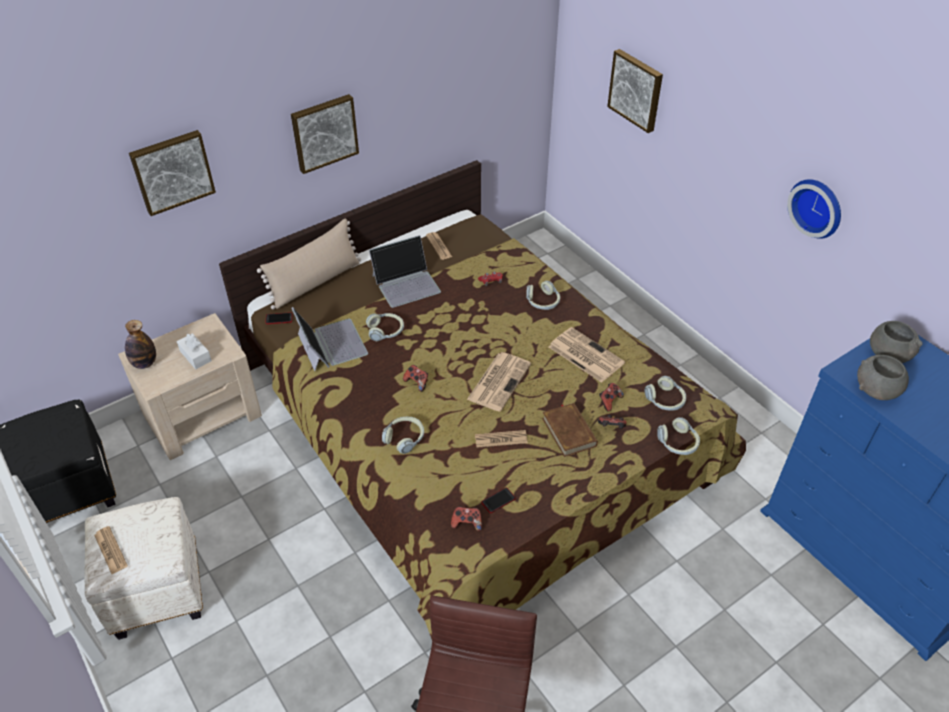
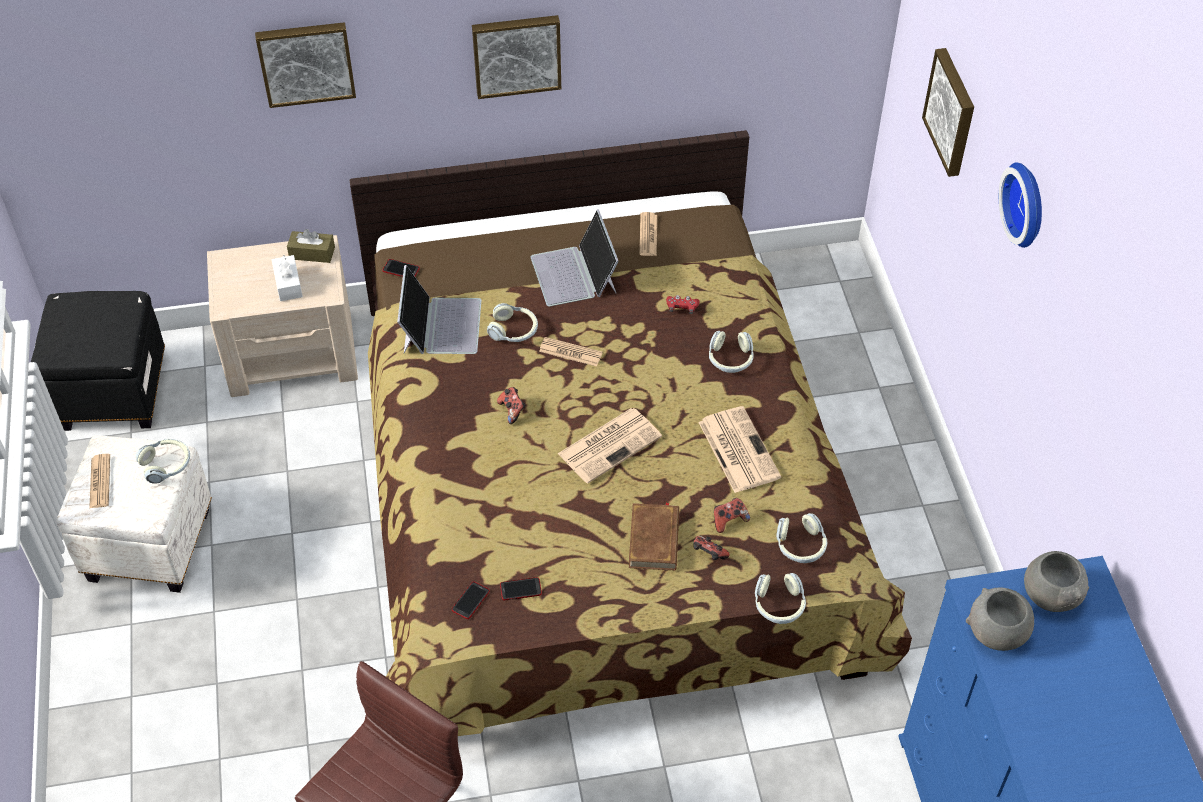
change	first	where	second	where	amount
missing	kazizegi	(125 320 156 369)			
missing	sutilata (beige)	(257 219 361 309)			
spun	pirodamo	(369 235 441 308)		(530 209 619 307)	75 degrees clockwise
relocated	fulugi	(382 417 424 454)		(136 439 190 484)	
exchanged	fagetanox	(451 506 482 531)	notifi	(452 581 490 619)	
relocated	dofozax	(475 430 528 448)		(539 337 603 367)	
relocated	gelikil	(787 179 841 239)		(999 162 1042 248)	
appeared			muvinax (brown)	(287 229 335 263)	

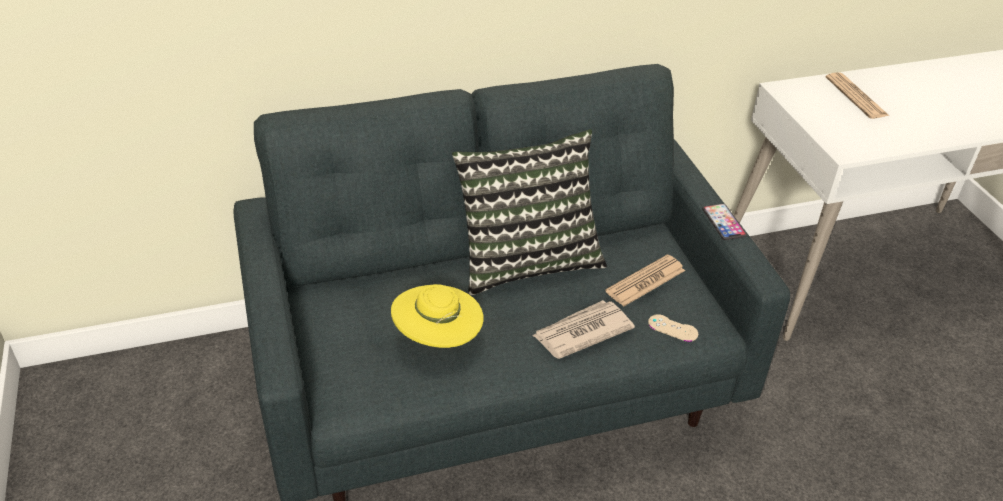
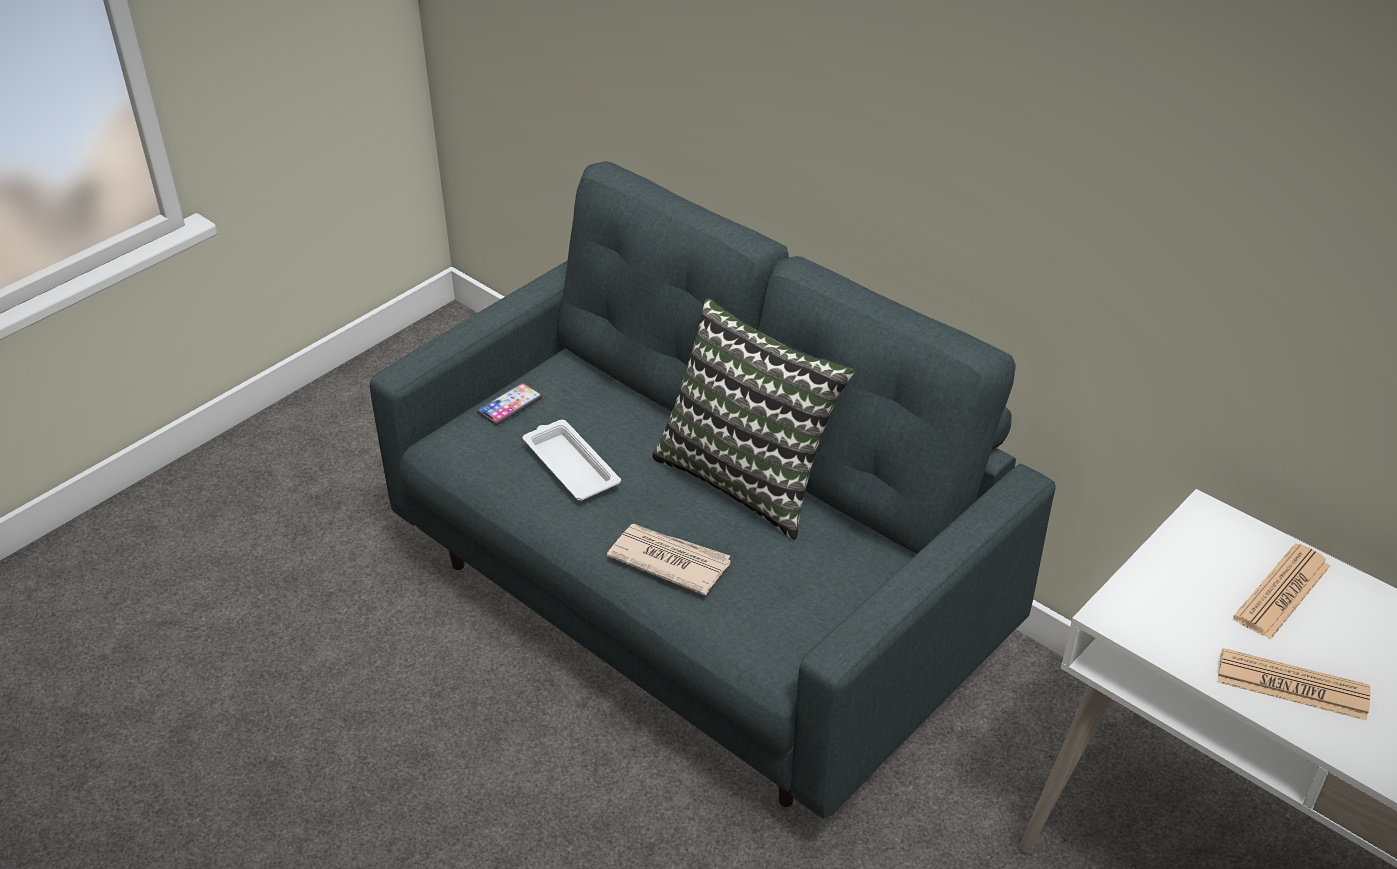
change	first	where	second	where	amount
exchanged	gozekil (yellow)	(391 284 484 348)	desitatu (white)	(523 420 621 501)	
relocated	dofozax	(605 254 685 307)		(1217 648 1371 721)	
missing	fagetanox (beige)	(648 314 698 342)			
relocated	notifi	(702 204 747 240)		(477 383 542 425)	

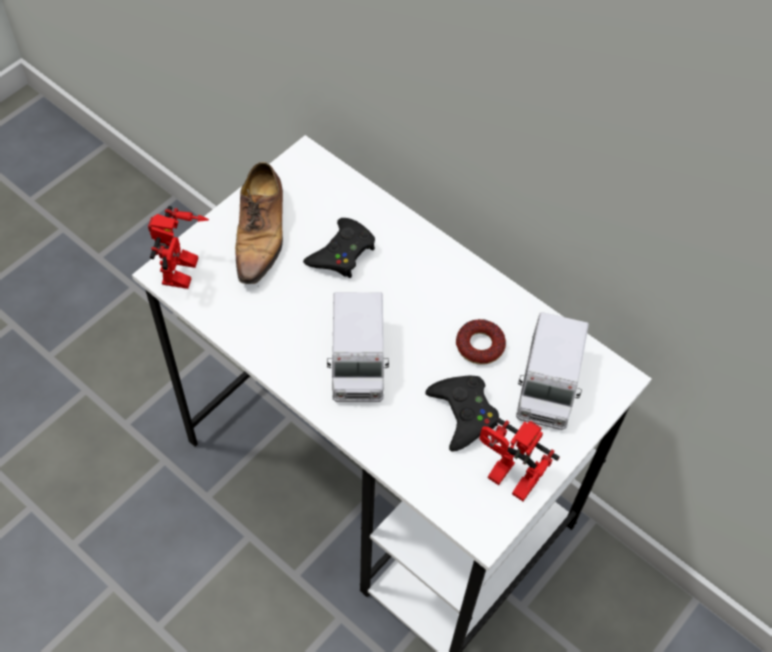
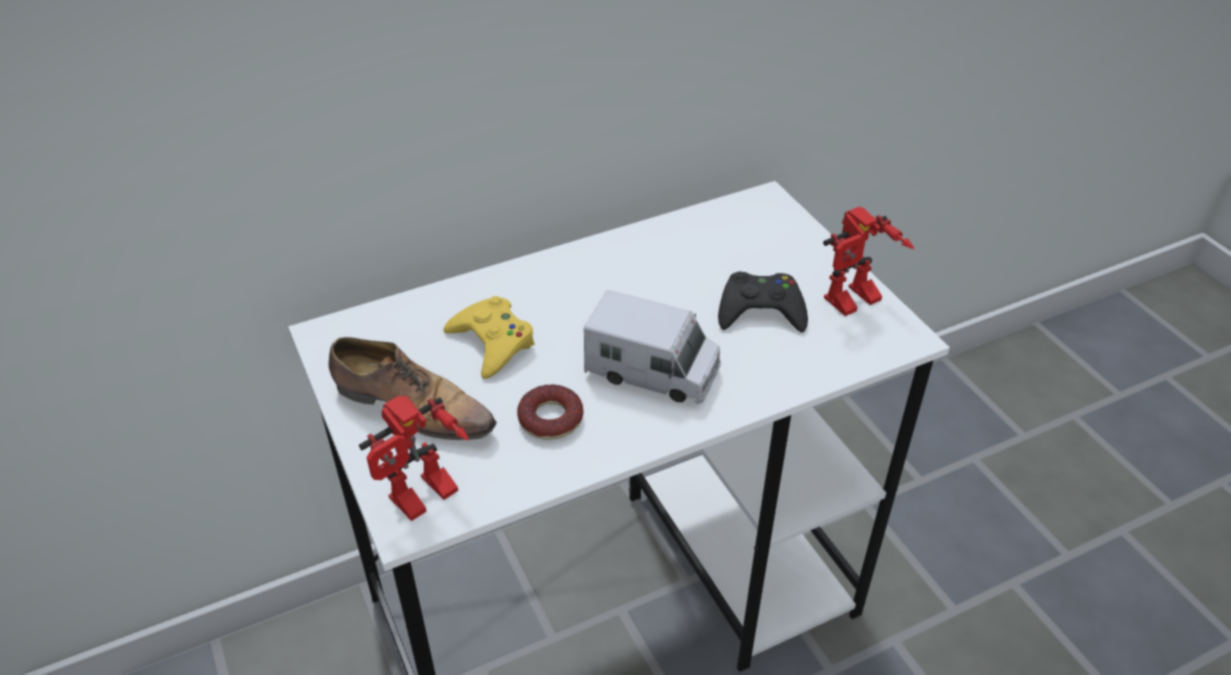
change	first	where	second	where	amount
spun	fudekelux	(148 206 209 289)		(359 395 469 521)	105 degrees clockwise
colour	fagetanox (black)	(303 218 375 278)	fagetanox (yellow)	(443 296 535 379)	
relocated	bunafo	(456 319 506 365)		(517 385 584 440)	
missing	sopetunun	(516 312 589 430)			

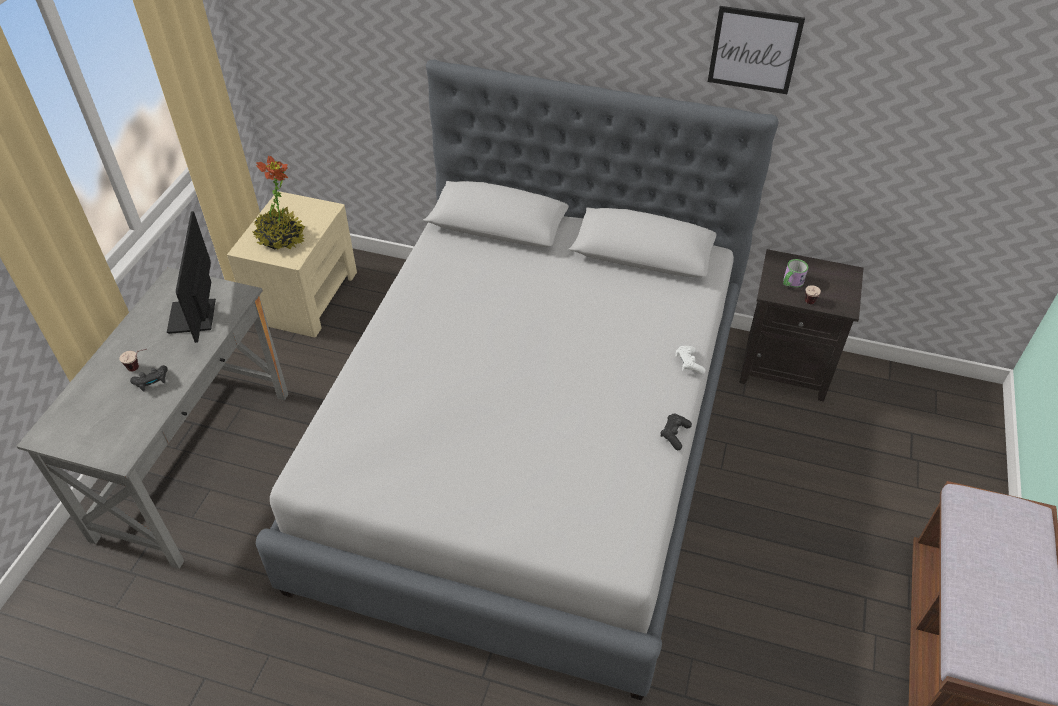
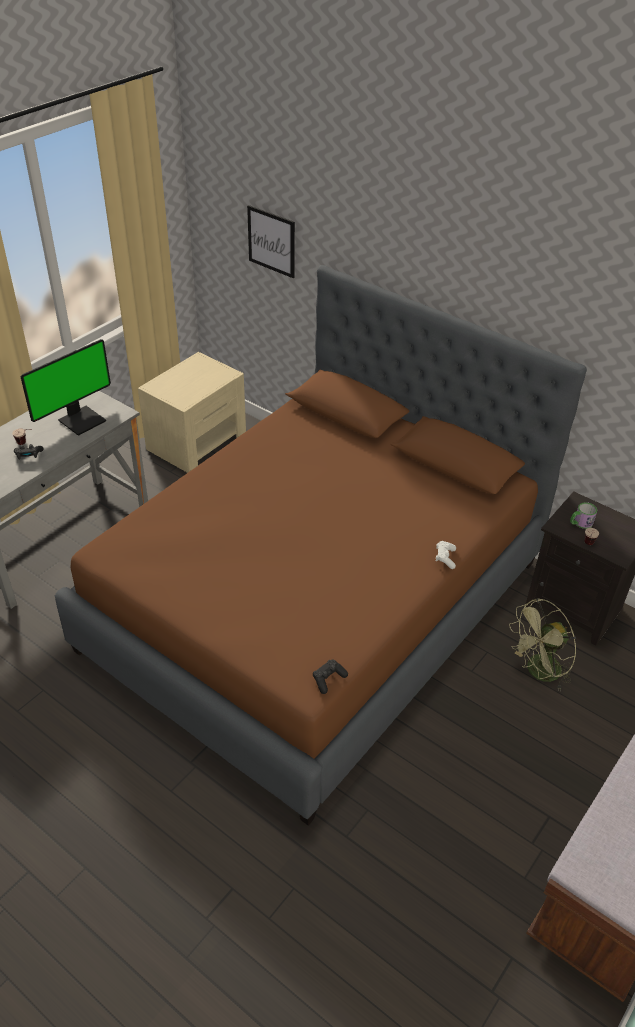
change	first	where	second	where	amount
spun	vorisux	(167 211 216 343)		(21 339 111 436)	150 degrees counterclockwise
missing	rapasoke	(252 156 305 250)			
colour	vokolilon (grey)	(256 60 779 700)	vokolilon (brown)	(55 265 587 826)	
relocated	fagetanox (black)	(661 413 692 450)		(313 660 348 694)	
relocated	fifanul	(708 6 805 94)		(247 205 295 278)	
appeared			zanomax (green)	(509 598 576 691)	

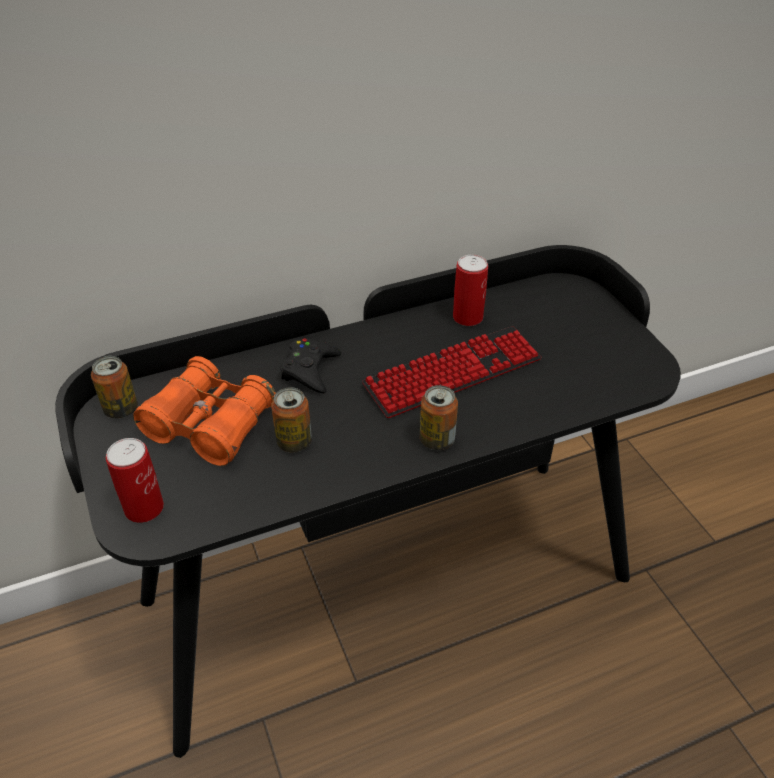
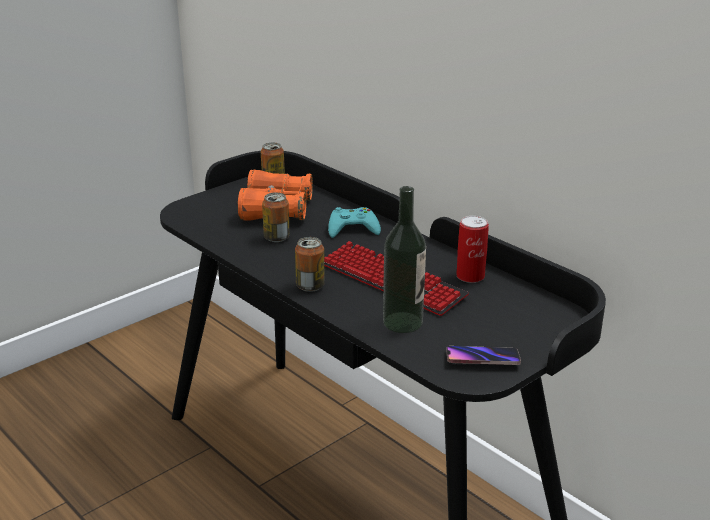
change	first	where	second	where	amount
missing	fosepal	(106 438 164 523)			
colour	fagetanox (black)	(280 338 341 393)	fagetanox (turquoise)	(328 207 381 238)	
appeared			kazizegi	(383 186 426 333)	
appeared			notifi	(447 346 521 365)	

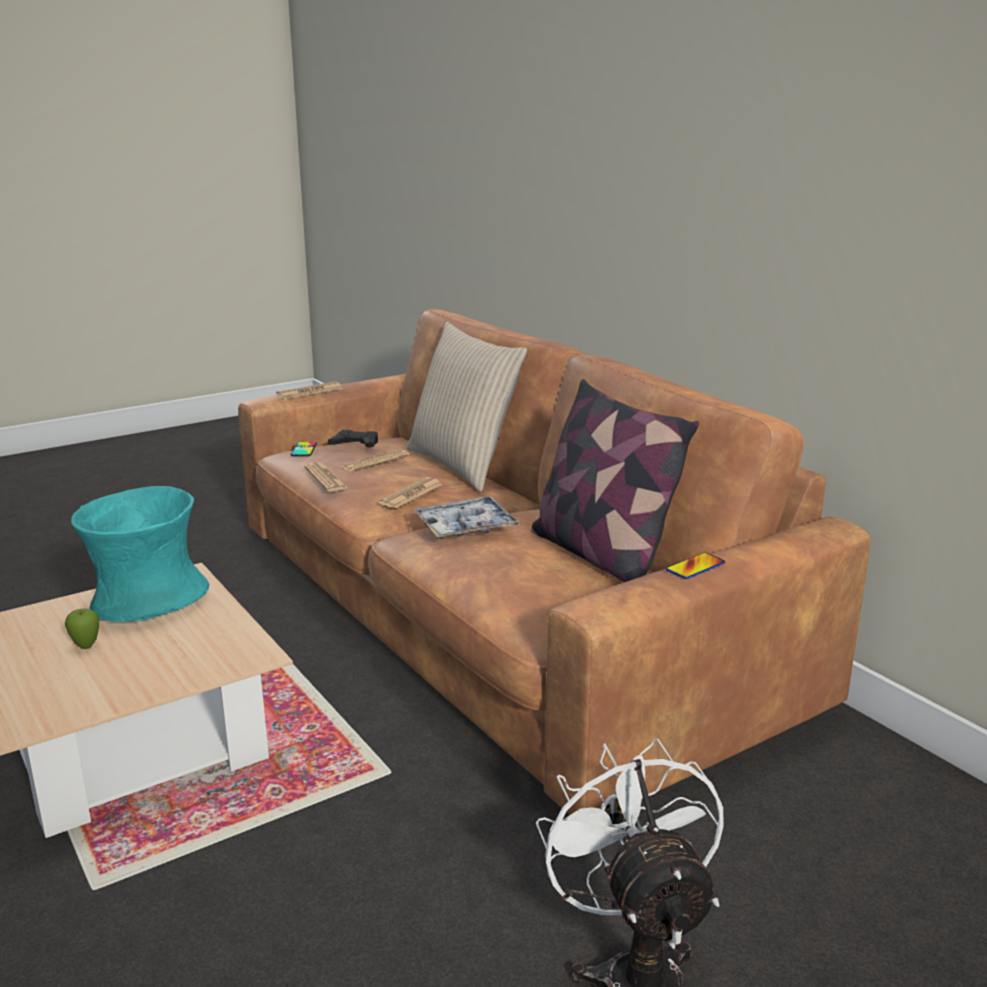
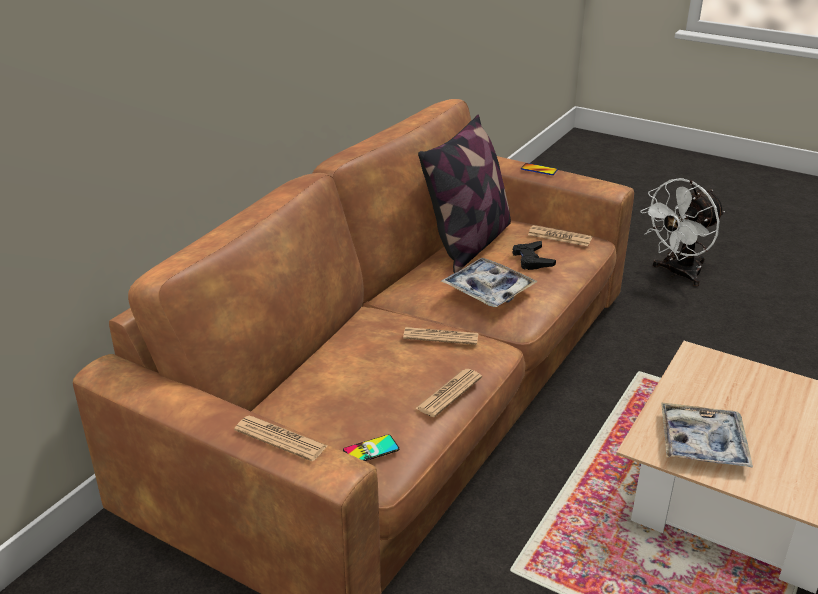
change	first	where	second	where	amount
missing	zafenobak	(65 608 99 649)			
exchanged	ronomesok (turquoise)	(71 486 210 622)	desitatu	(661 402 753 468)	
relocated	fagetanox (black)	(328 430 378 448)		(513 241 556 270)	
relocated	dofozax	(342 449 409 472)		(528 225 592 246)	
missing	sutilata (beige)	(407 322 527 491)			

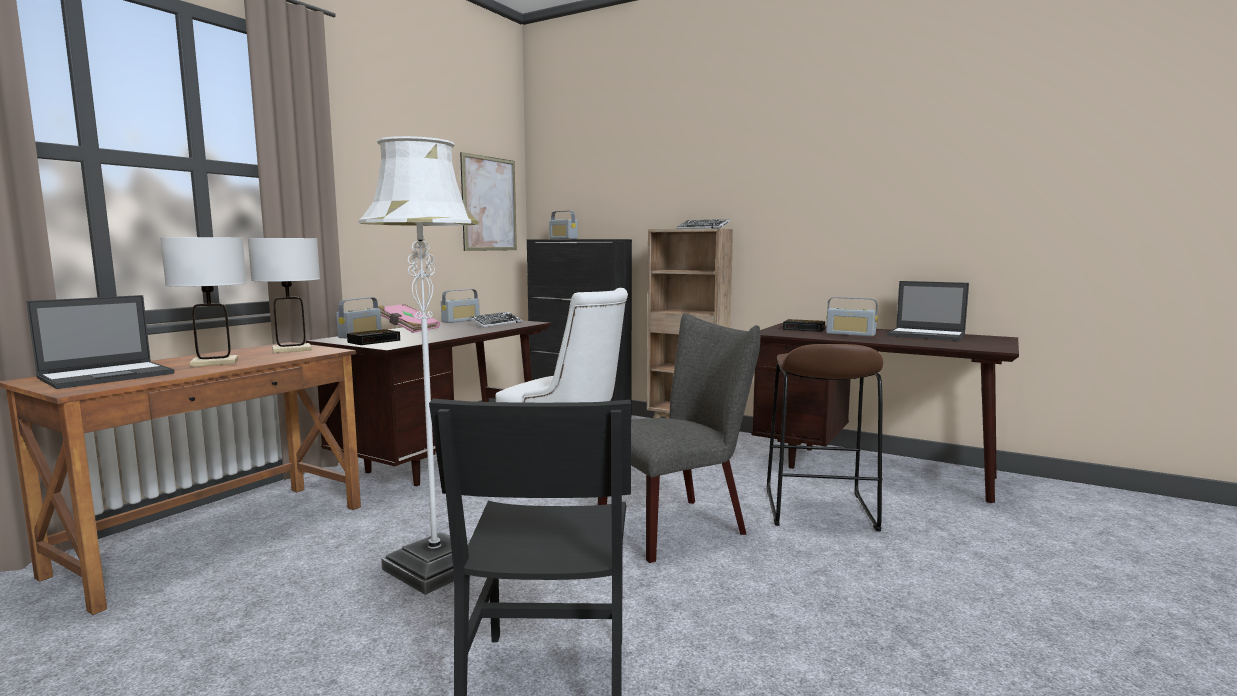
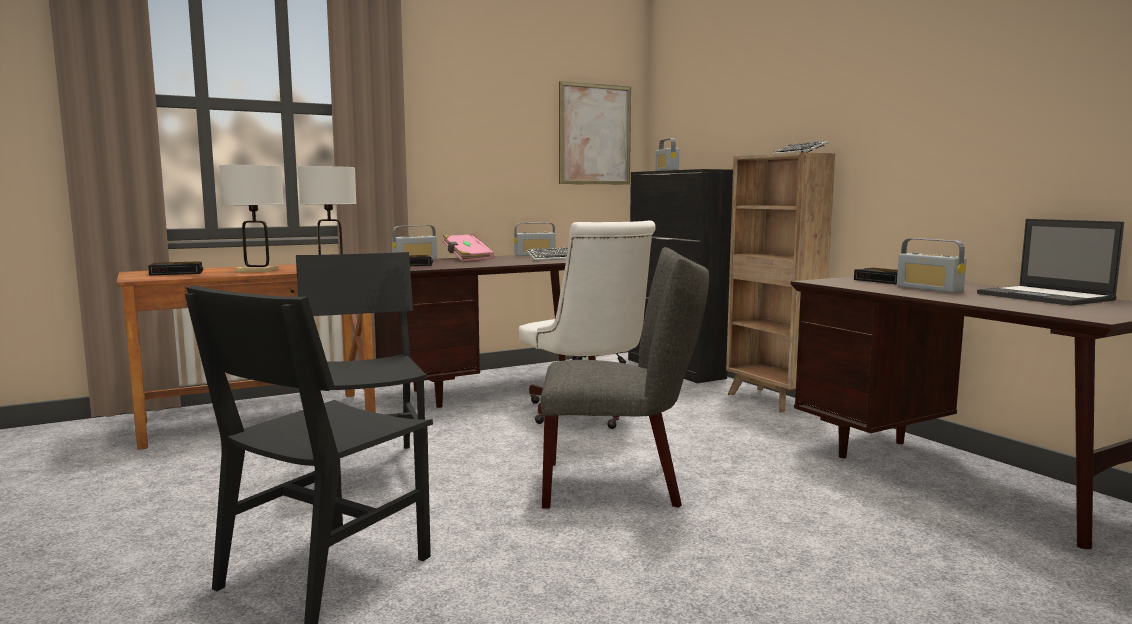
change	first	where	second	where	amount
exchanged	pirodamo	(26 295 175 389)	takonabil	(148 261 203 276)	
exchanged	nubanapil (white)	(358 136 479 595)	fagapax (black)	(296 252 427 449)	
missing	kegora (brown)	(767 344 883 531)			

